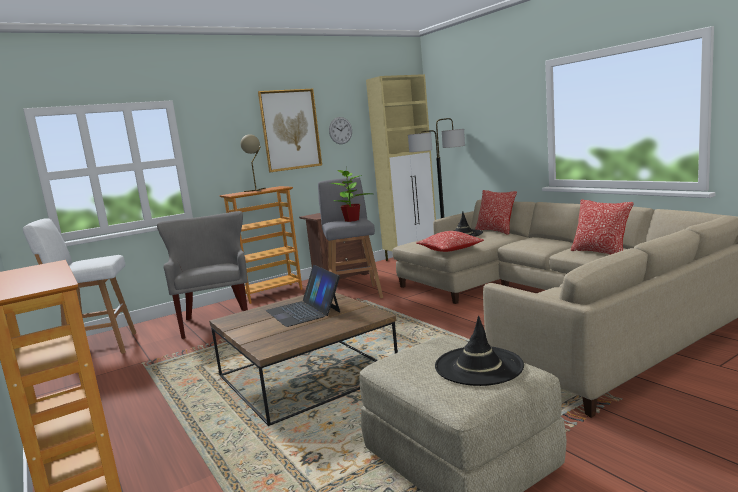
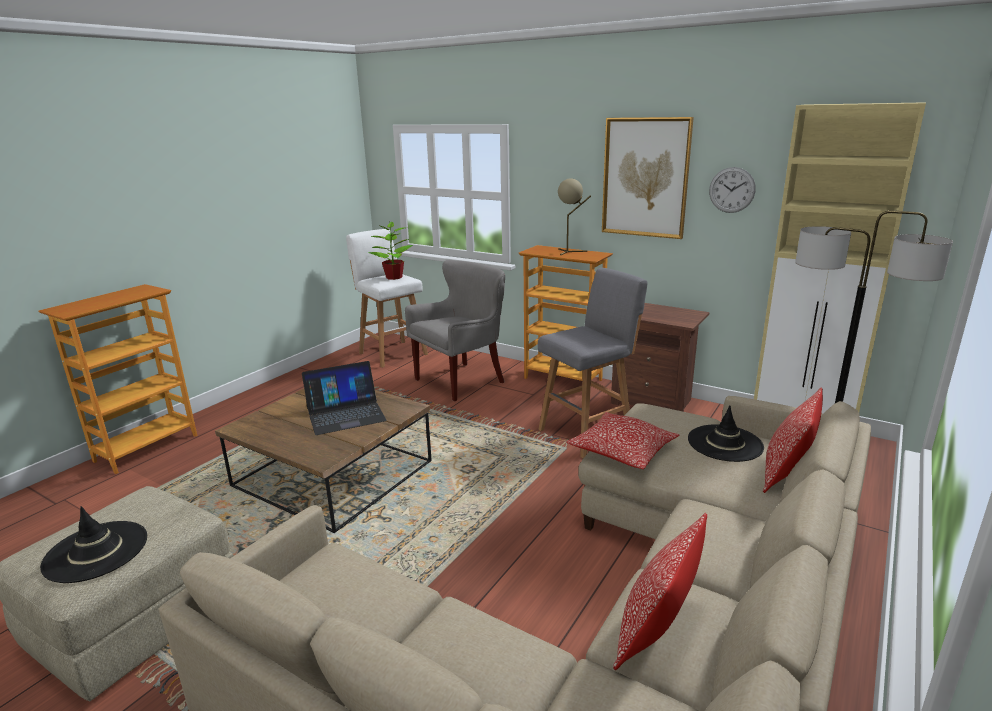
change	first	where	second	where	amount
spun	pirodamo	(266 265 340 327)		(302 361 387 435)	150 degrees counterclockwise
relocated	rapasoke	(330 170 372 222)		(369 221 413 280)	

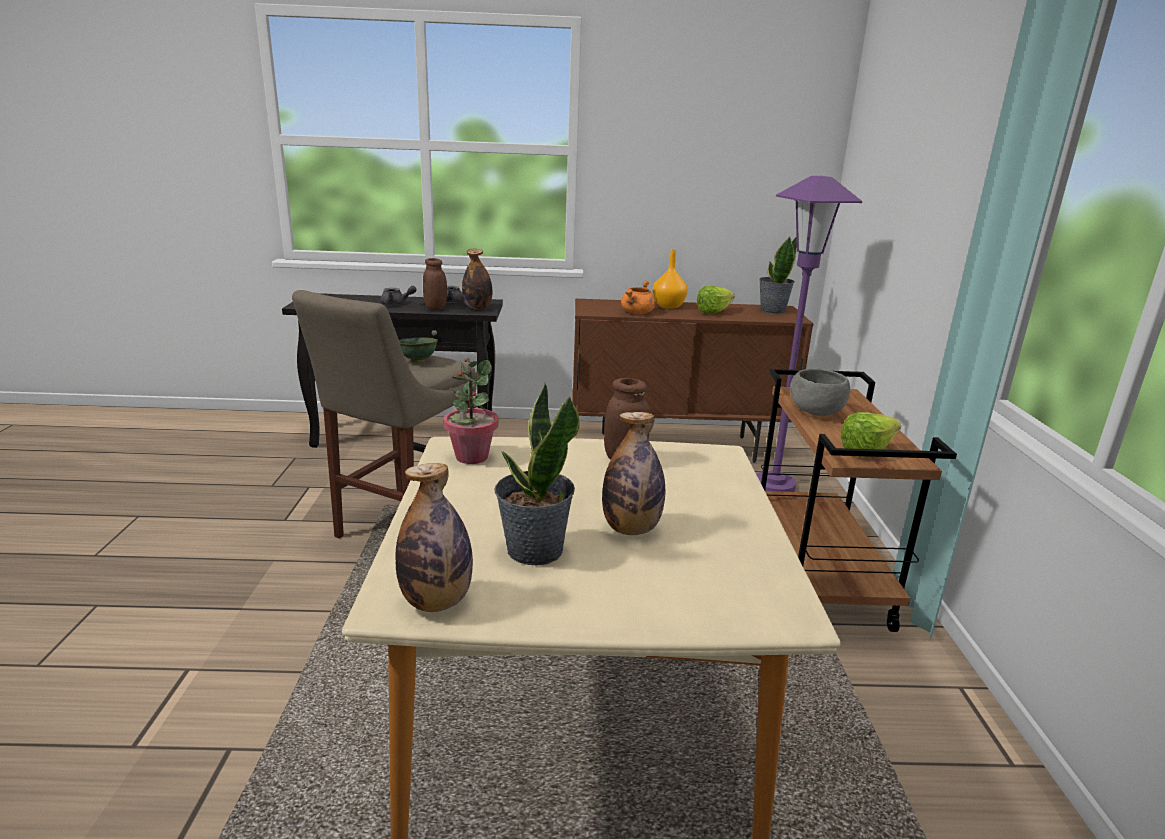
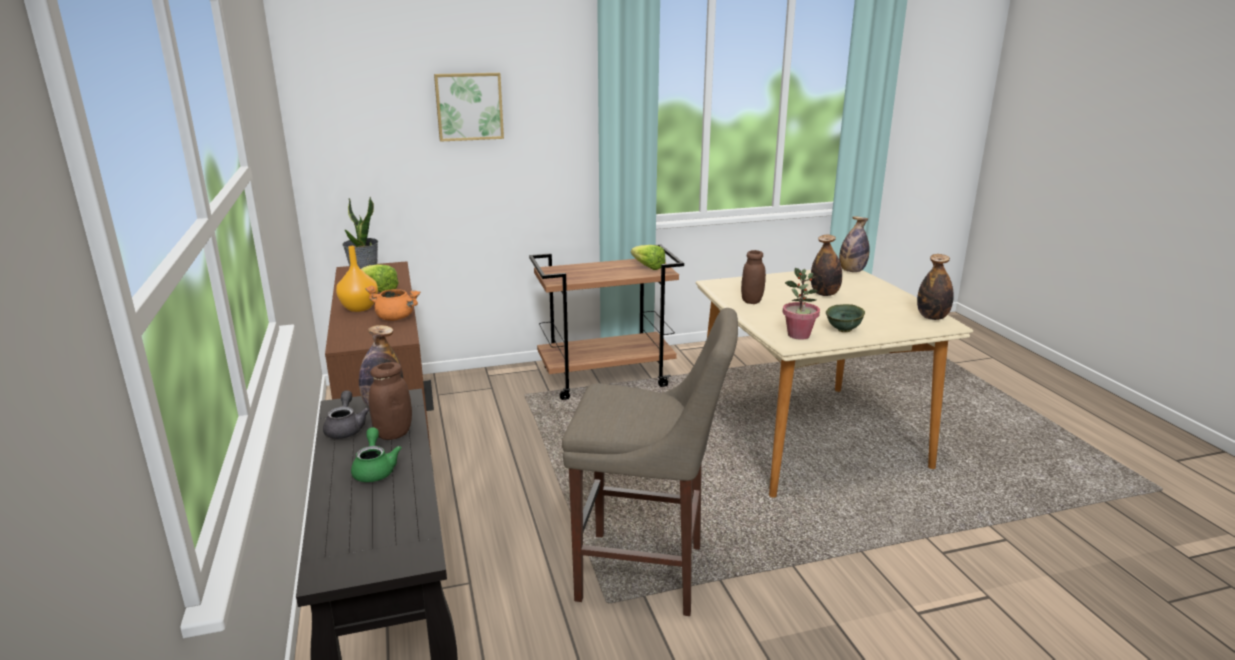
change	first	where	second	where	amount
colour	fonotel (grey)	(380 286 417 305)	fonotel (green)	(351 427 402 482)	
relocated	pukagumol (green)	(399 337 438 363)		(826 304 865 332)	
missing	rapasoke	(494 383 580 565)			
missing	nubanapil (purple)	(756 176 862 492)			
missing	pukagumol (grey)	(790 368 850 416)			
appeared			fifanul	(434 73 504 142)	
appeared			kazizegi	(839 216 869 272)	

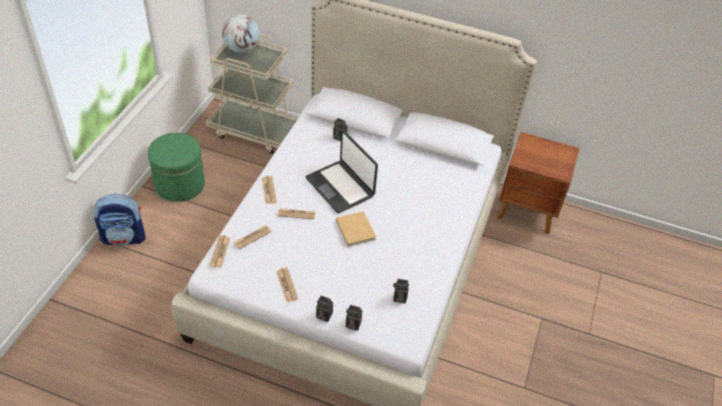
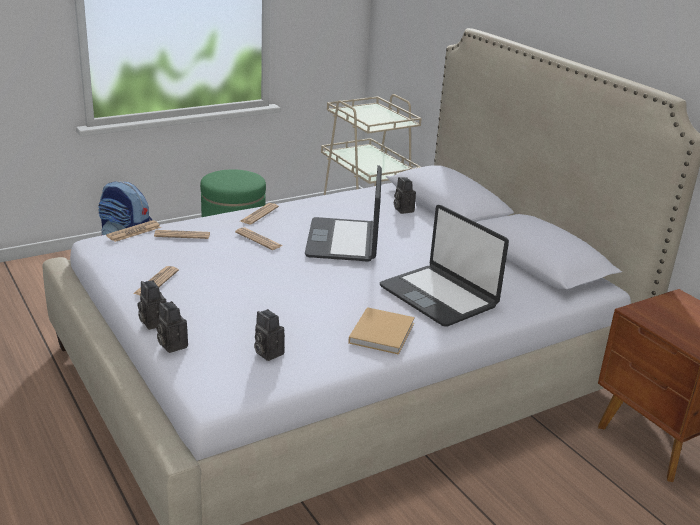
change	first	where	second	where	amount
missing	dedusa	(222 14 260 53)			
relocated	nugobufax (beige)	(336 211 376 247)		(348 307 415 355)	
appeared			pirodamo	(380 205 509 327)	

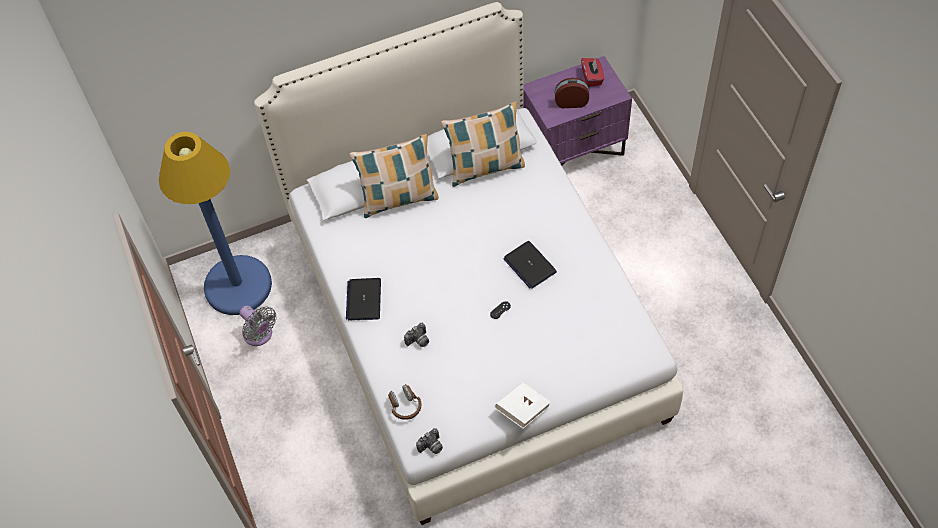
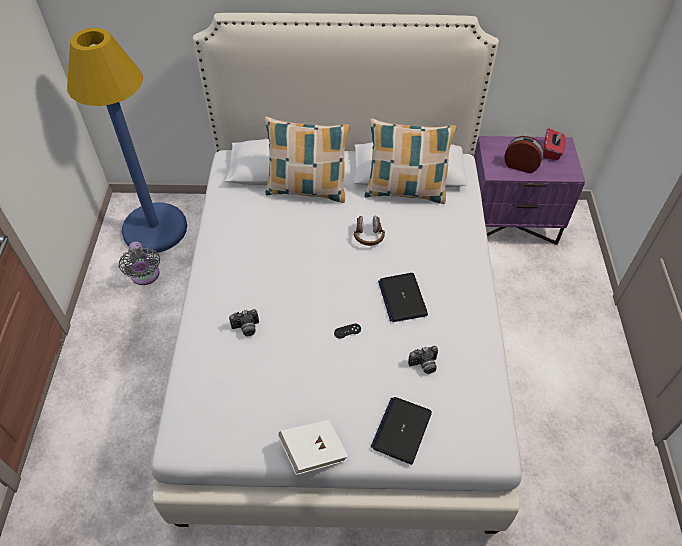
change	first	where	second	where	amount
relocated	pirodamo	(346 278 381 321)		(371 397 432 465)	
relocated	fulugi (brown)	(388 384 421 420)		(354 216 385 246)	
relocated	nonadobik	(416 428 443 454)		(408 346 438 374)	

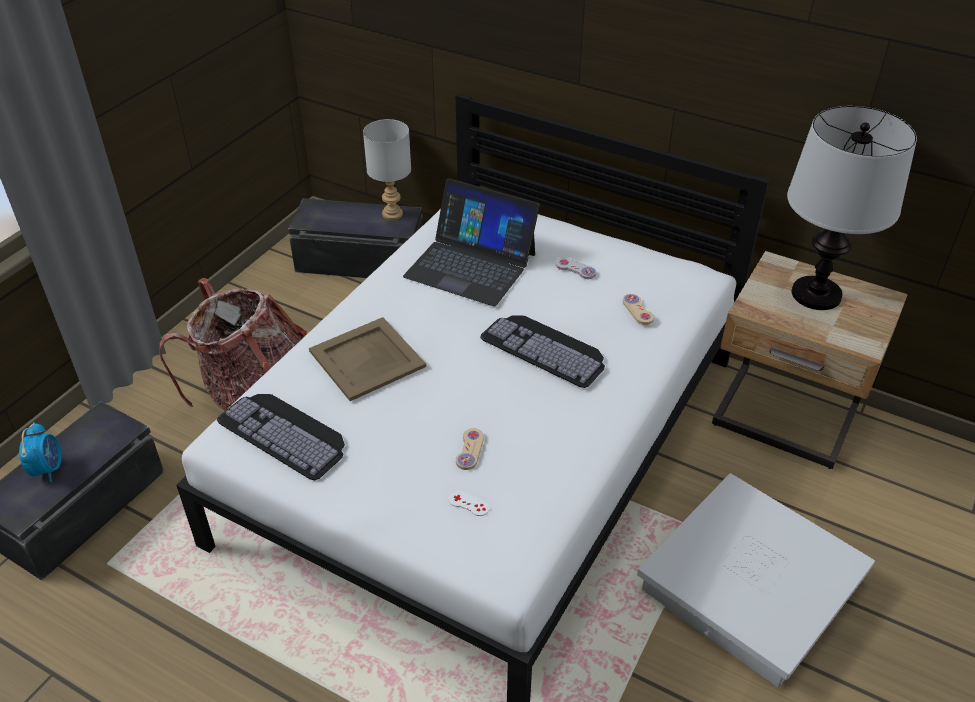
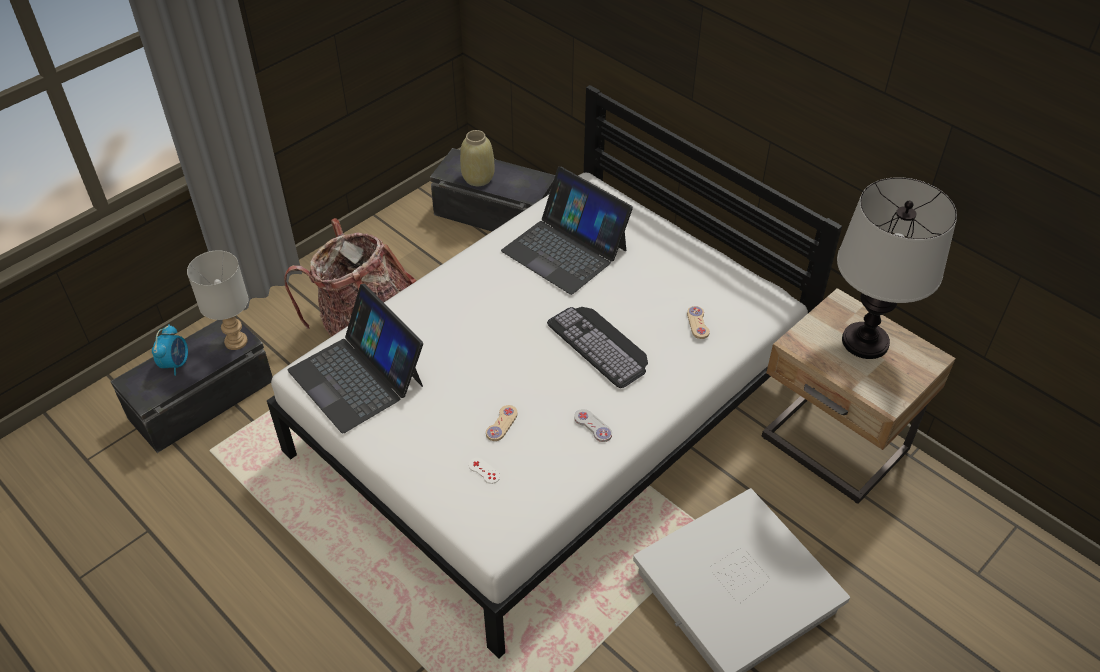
change	first	where	second	where	amount
exchanged	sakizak	(217 394 345 480)	pirodamo	(288 284 423 434)	
missing	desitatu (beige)	(309 317 426 401)			
relocated	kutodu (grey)	(363 119 411 220)		(187 250 249 350)	
relocated	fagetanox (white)	(556 258 596 279)		(574 409 612 442)	
appeared			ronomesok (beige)	(460 130 494 186)	

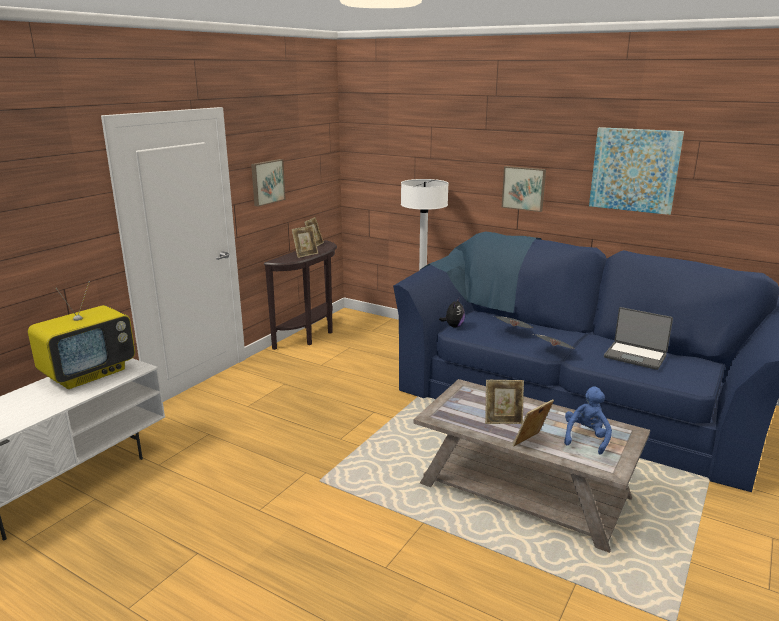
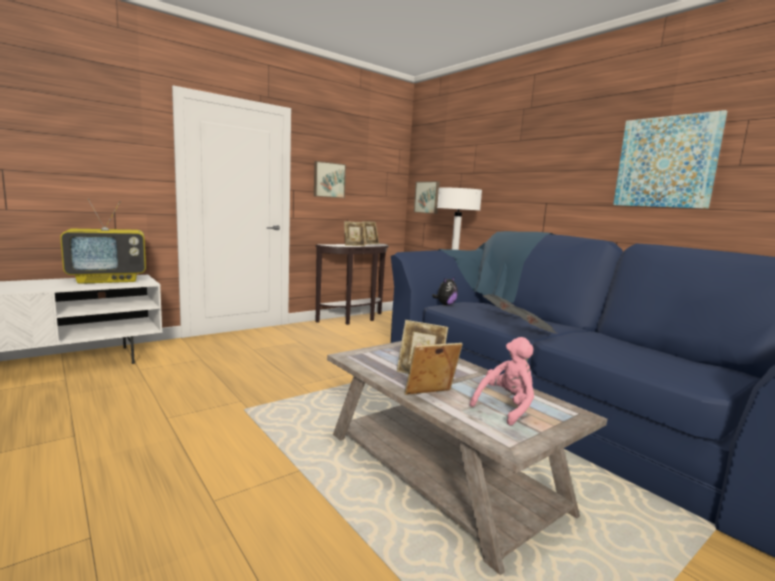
change	first	where	second	where	amount
relocated	fifanul	(501 166 546 212)		(414 181 440 214)	
colour	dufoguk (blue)	(564 386 612 455)	dufoguk (pink)	(470 337 534 426)	
missing	pirodamo	(604 307 673 370)			

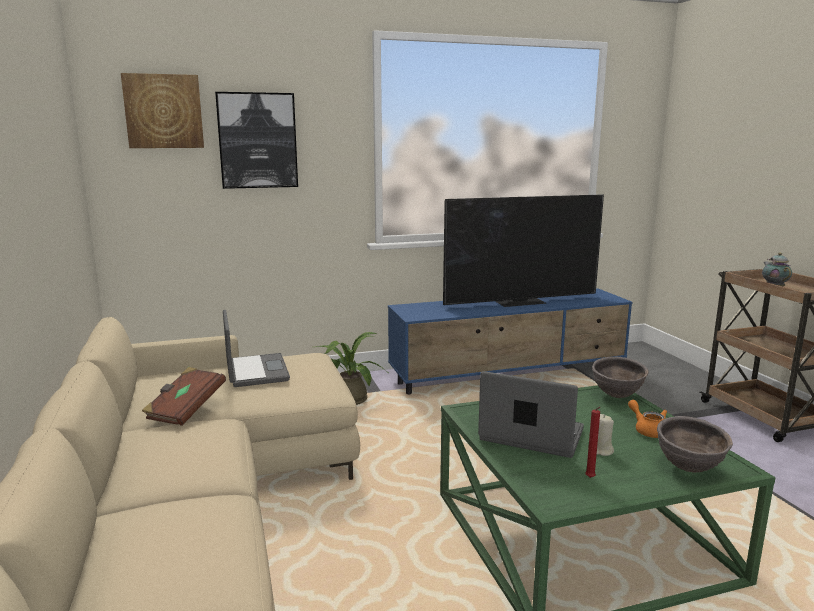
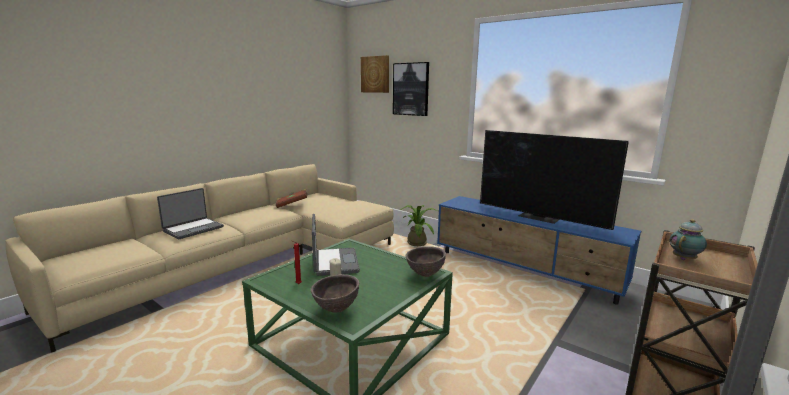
change	first	where	second	where	amount
relocated	pirodamo	(223 310 290 387)		(157 188 224 239)	
missing	fonotel (orange)	(628 400 667 438)			

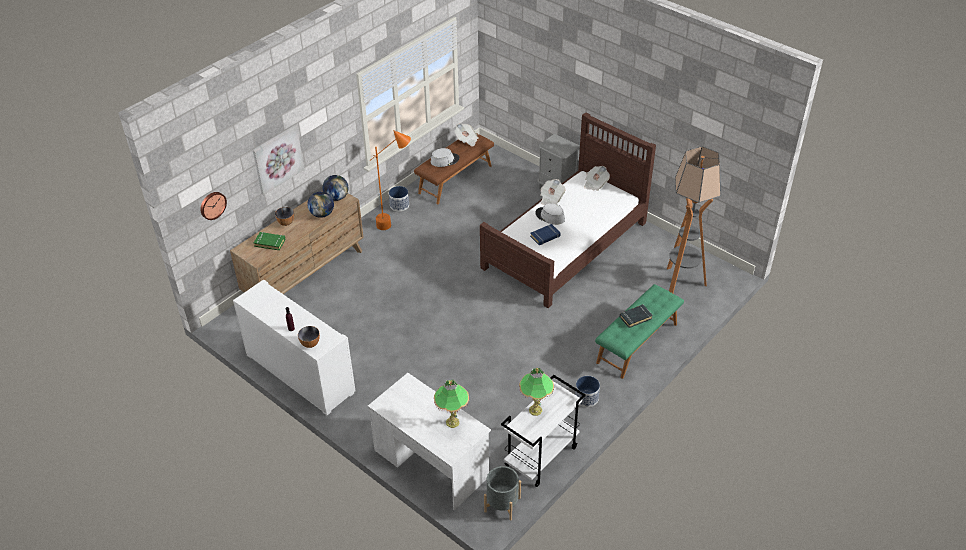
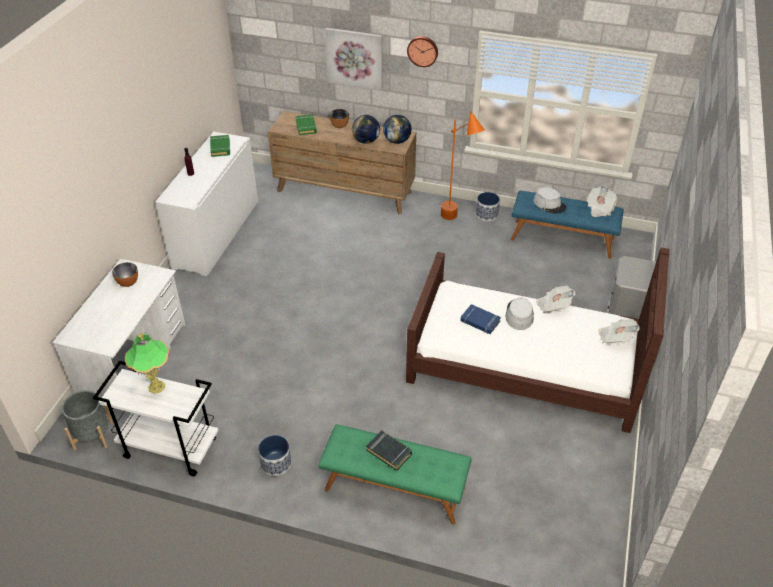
change	first	where	second	where	amount
relocated	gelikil	(200 192 227 220)		(407 36 438 67)	
relocated	pukagumol	(298 326 320 348)		(112 262 138 287)	
colour	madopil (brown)	(414 133 494 205)	madopil (blue)	(511 191 624 259)	
missing	kutodu	(433 380 470 428)			
missing	nubanapil	(667 146 721 293)			
appeared			nugobufax (green)	(210 135 230 157)	

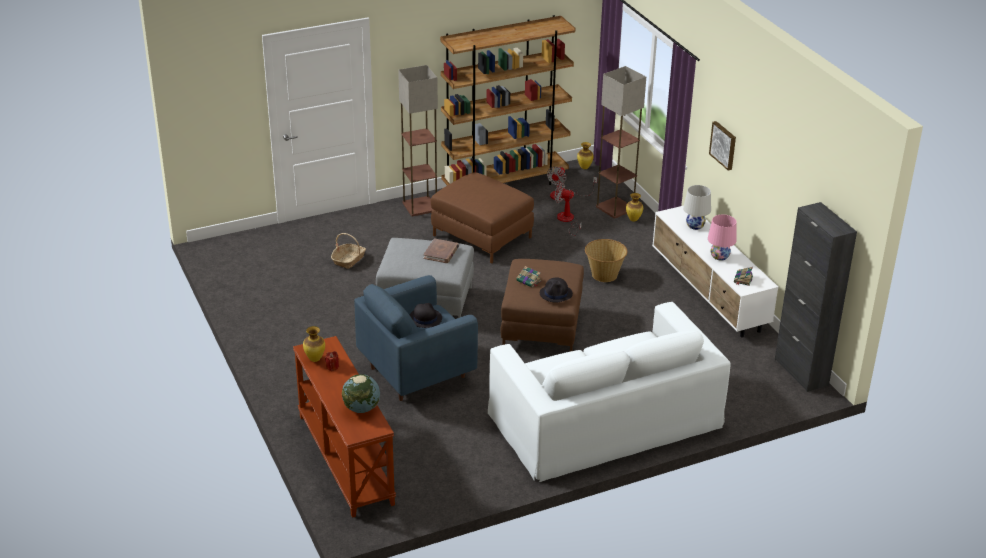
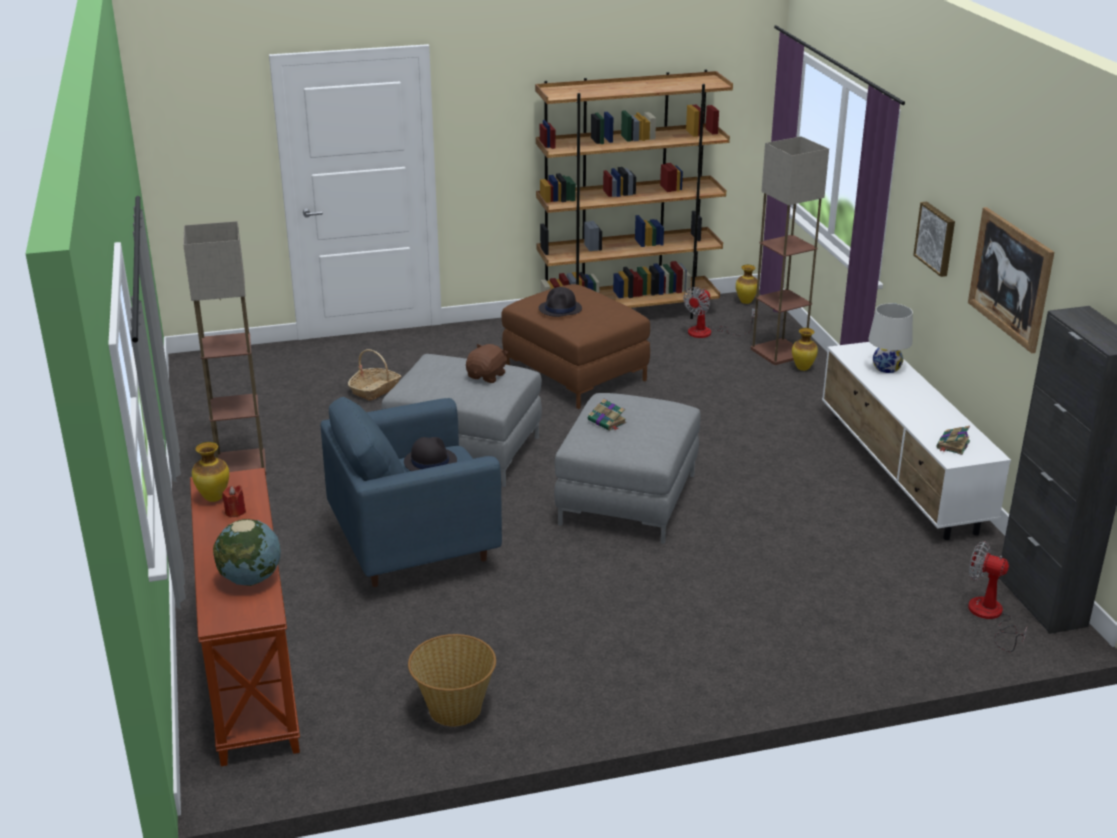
change	first	where	second	where	amount
relocated	nubanapil	(398 65 438 216)		(183 221 267 475)	
exchanged	nugobufax (brown)	(423 238 459 263)	dufoguk (brown)	(466 344 508 383)	
missing	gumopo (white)	(488 302 731 482)			
colour	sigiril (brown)	(501 259 584 352)	sigiril (grey)	(554 393 701 544)	
relocated	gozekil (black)	(540 277 573 303)		(539 287 582 317)	
relocated	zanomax	(554 183 582 236)		(968 541 1027 652)	
relocated	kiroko	(585 239 627 282)		(408 634 496 727)	
missing	kutodu (pink)	(708 214 737 261)			
appeared			fifanul	(968 207 1054 353)	

